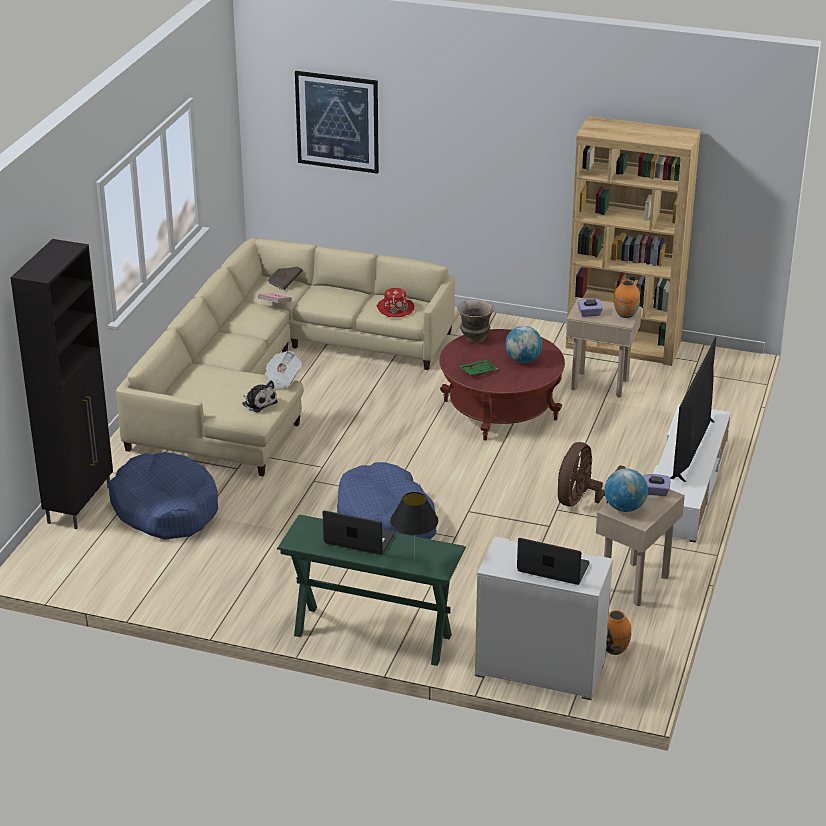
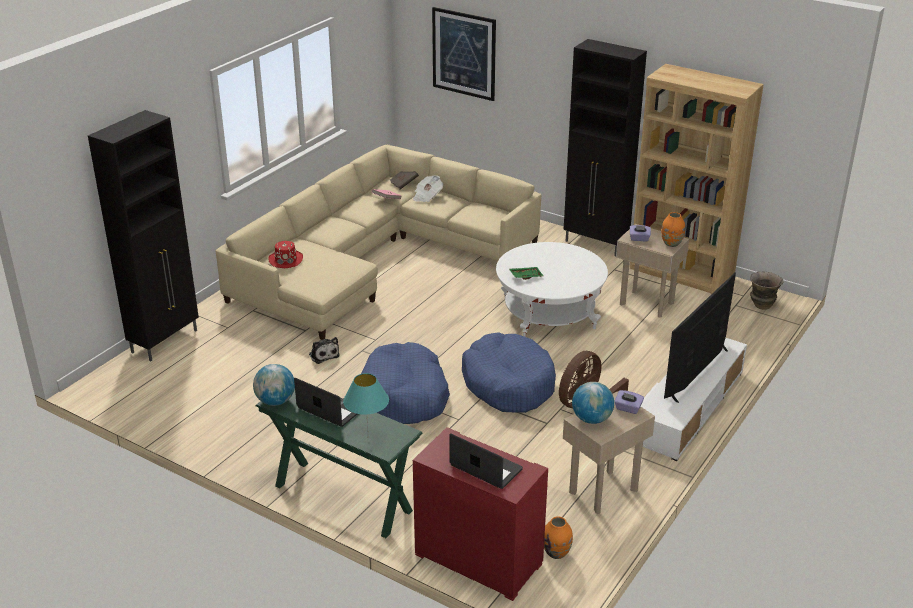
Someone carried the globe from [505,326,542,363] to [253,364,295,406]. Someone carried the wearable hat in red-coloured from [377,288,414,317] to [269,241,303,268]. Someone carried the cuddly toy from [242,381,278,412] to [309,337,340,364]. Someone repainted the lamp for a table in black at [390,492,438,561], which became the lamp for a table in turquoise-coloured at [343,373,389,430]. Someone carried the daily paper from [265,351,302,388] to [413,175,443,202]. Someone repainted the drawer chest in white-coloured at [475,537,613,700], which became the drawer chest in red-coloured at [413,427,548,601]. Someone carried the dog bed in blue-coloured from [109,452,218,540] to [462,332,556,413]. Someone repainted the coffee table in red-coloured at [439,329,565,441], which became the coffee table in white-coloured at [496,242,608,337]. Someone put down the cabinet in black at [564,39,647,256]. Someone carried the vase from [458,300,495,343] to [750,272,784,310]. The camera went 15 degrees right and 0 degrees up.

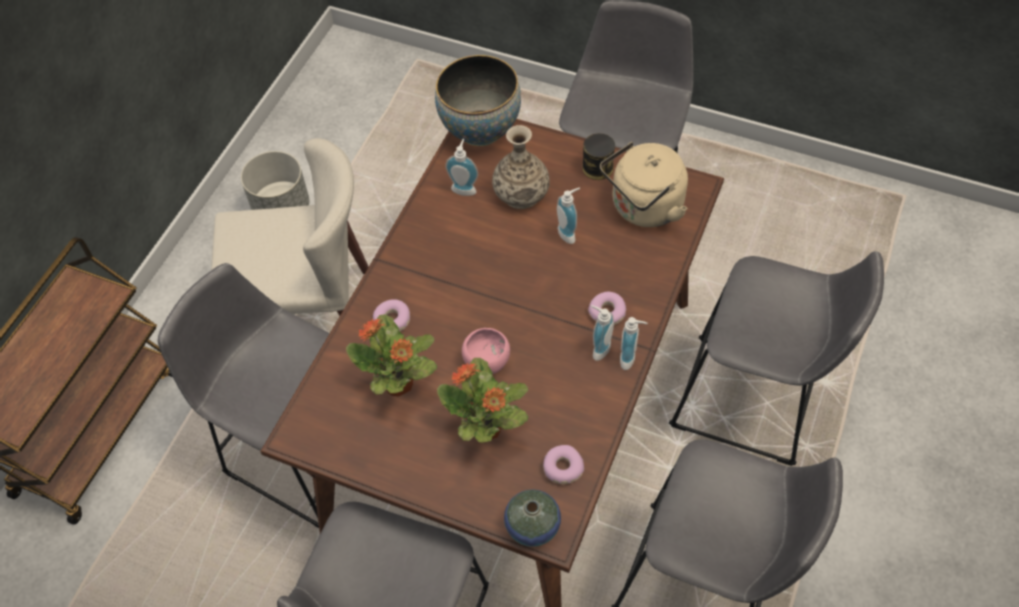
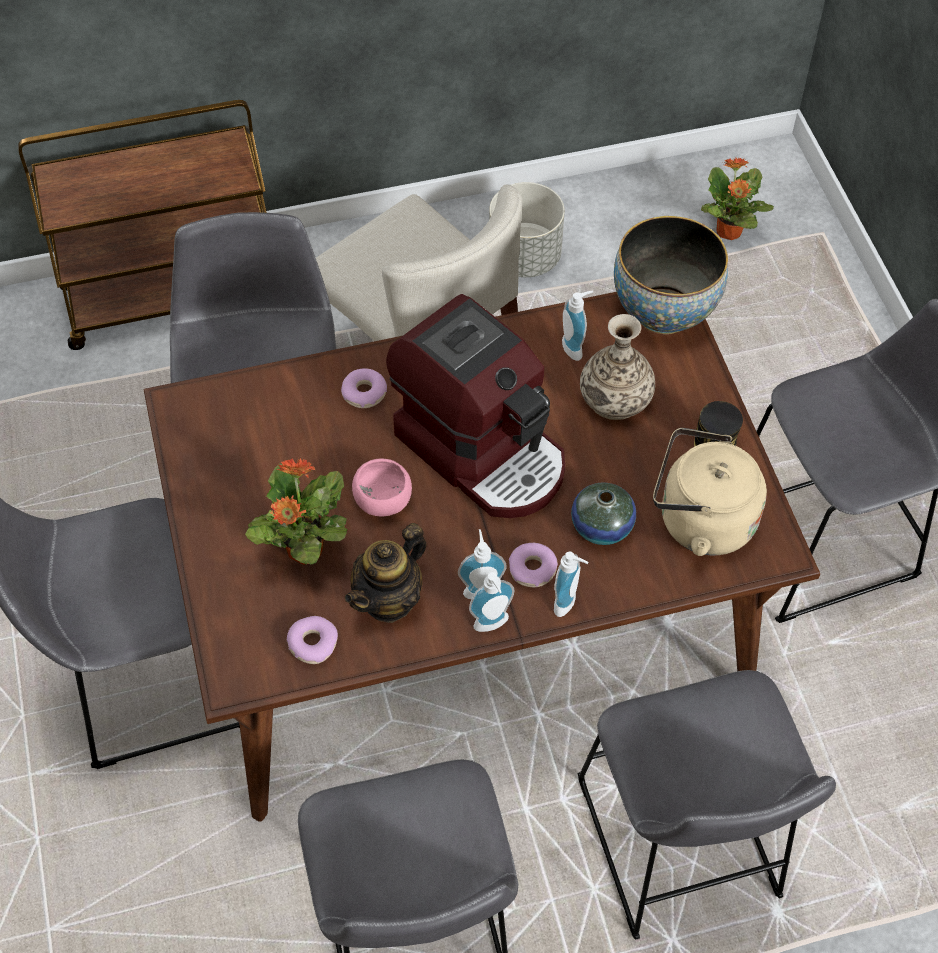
Someone put down the teapot at [345,523,427,623]. Someone put down the coffee maker at [386,294,565,518]. Someone carried the liquid soap bottle from [557,187,580,244] to [554,551,588,617]. Someone carried the vase from [504,490,561,547] to [571,483,636,545]. Someone carried the plant in a pot from [346,314,437,397] to [701,157,774,240]. The camera went 50 degrees right and 0 degrees up.

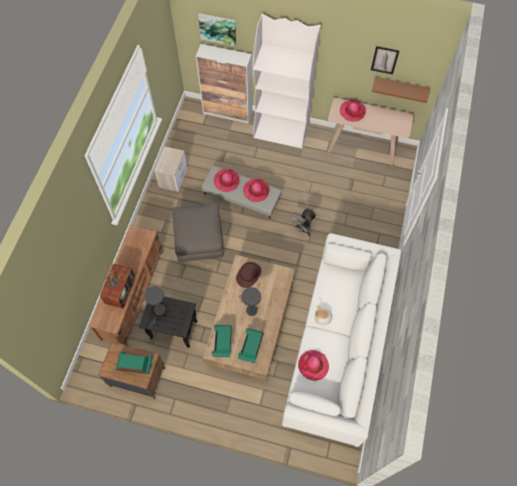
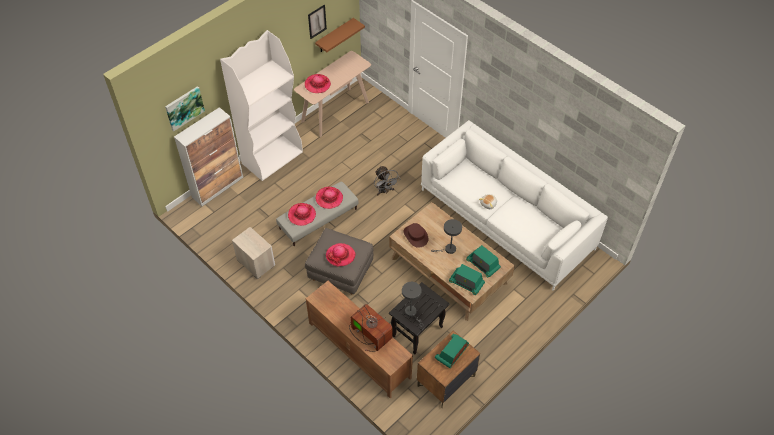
Someone carried the wearable hat from [298,350,329,381] to [326,243,355,267]. The camera went 60 degrees left and 10 degrees down.

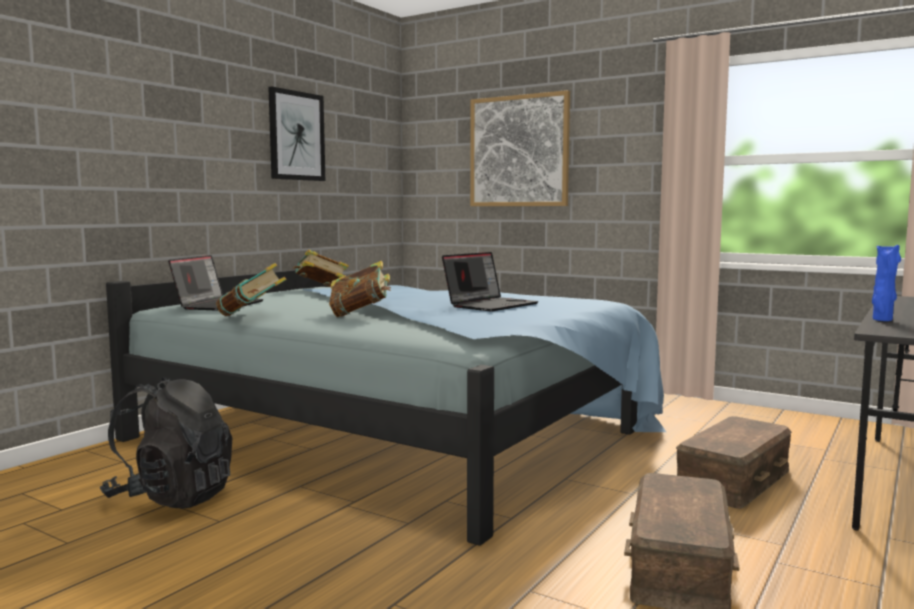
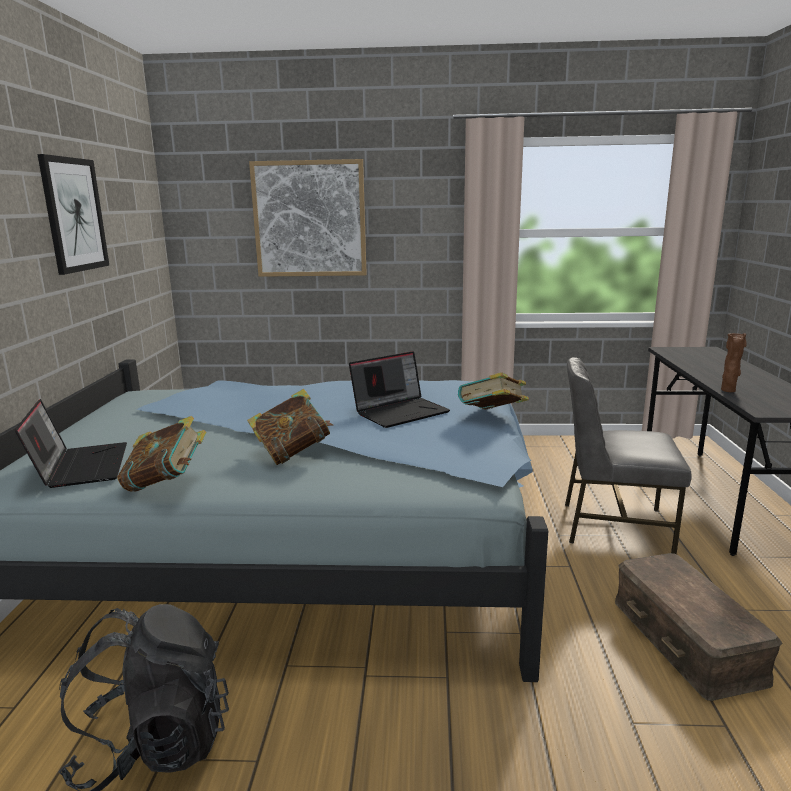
Someone rotated the notebook computer at [442,252,538,312] by 45 degrees clockwise. Someone carried the volume from [292,250,349,286] to [458,372,529,410]. Someone swapped the storage bin in brown-coloured at [676,416,792,509] for the chair in gray at [565,357,692,555]. Someone repainted the vase in blue-coloured at [872,245,901,321], which became the vase in brown-coloured at [721,333,747,392]. The camera went 30 degrees left and 10 degrees up.

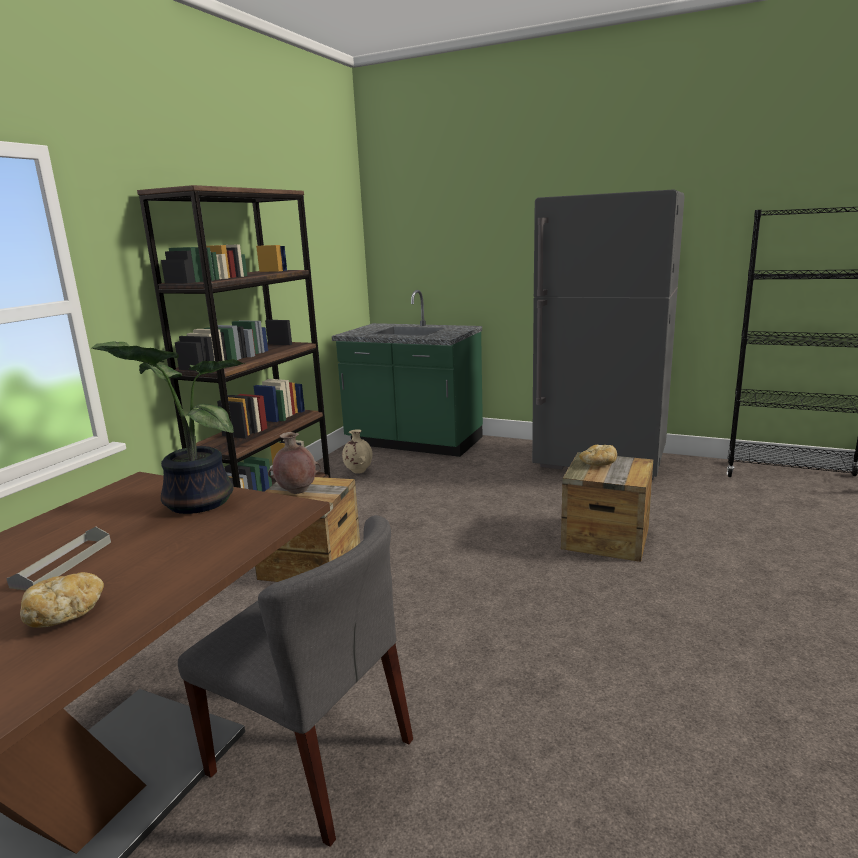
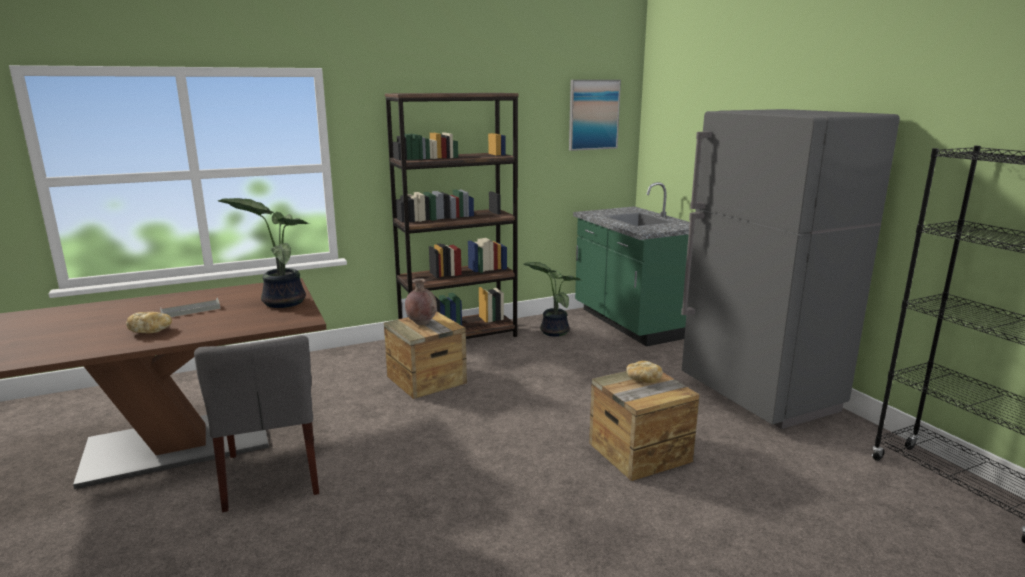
Someone swapped the vase in sand-coloured at [342,429,373,474] for the plant in a pot at [523,262,581,337]. Someone put up the picture at [569,80,621,151]. The camera went 40 degrees right and 0 degrees up.

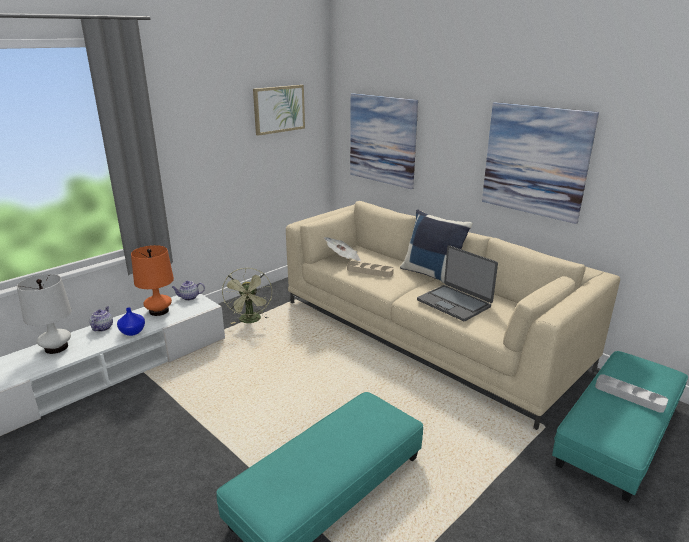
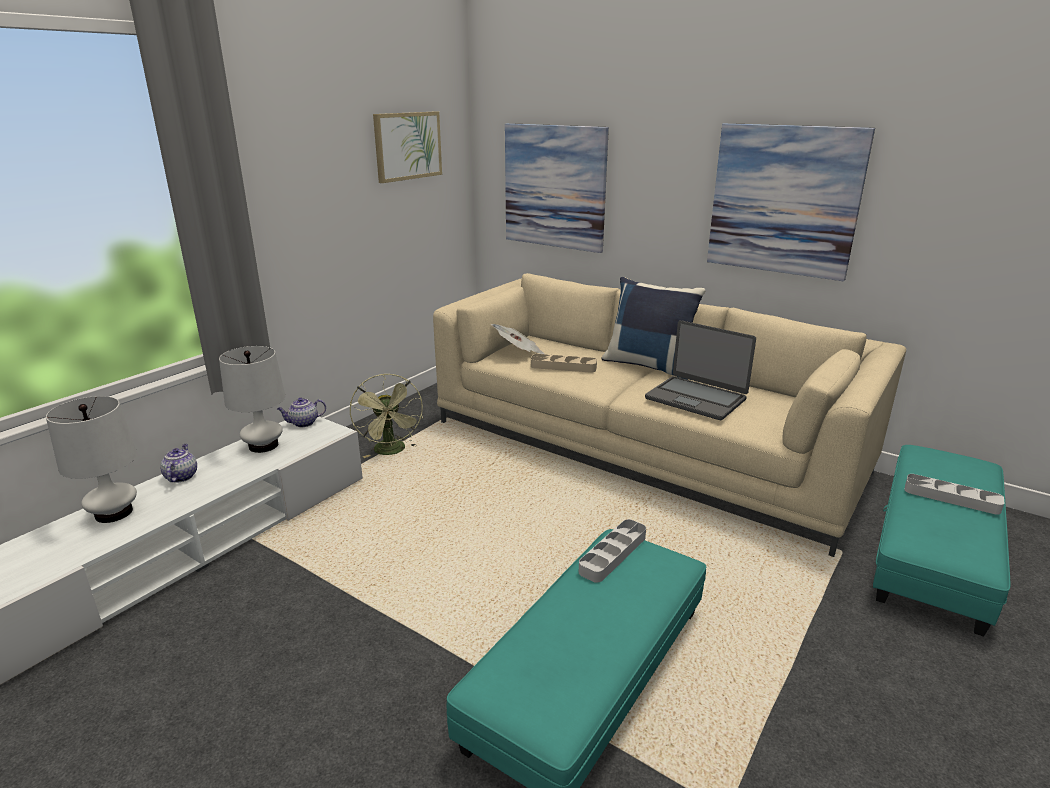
Someone repainted the lamp for a table in orange-coloured at [131,245,174,316], which became the lamp for a table in white-coloured at [219,346,285,453]. Someone put down the tray in gray at [579,519,646,583]. Someone took away the vase in blue-coloured at [117,307,145,336]. The camera went 10 degrees left and 0 degrees up.

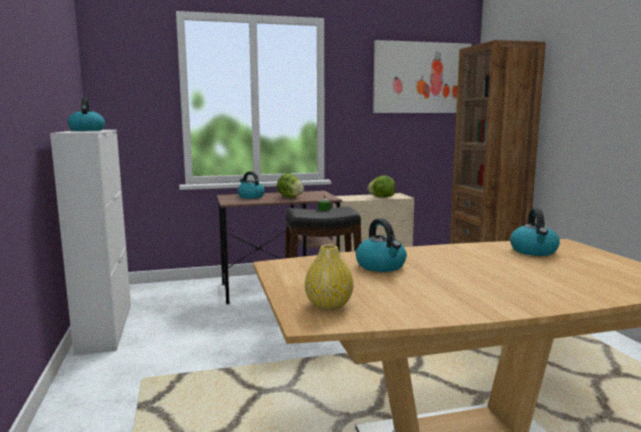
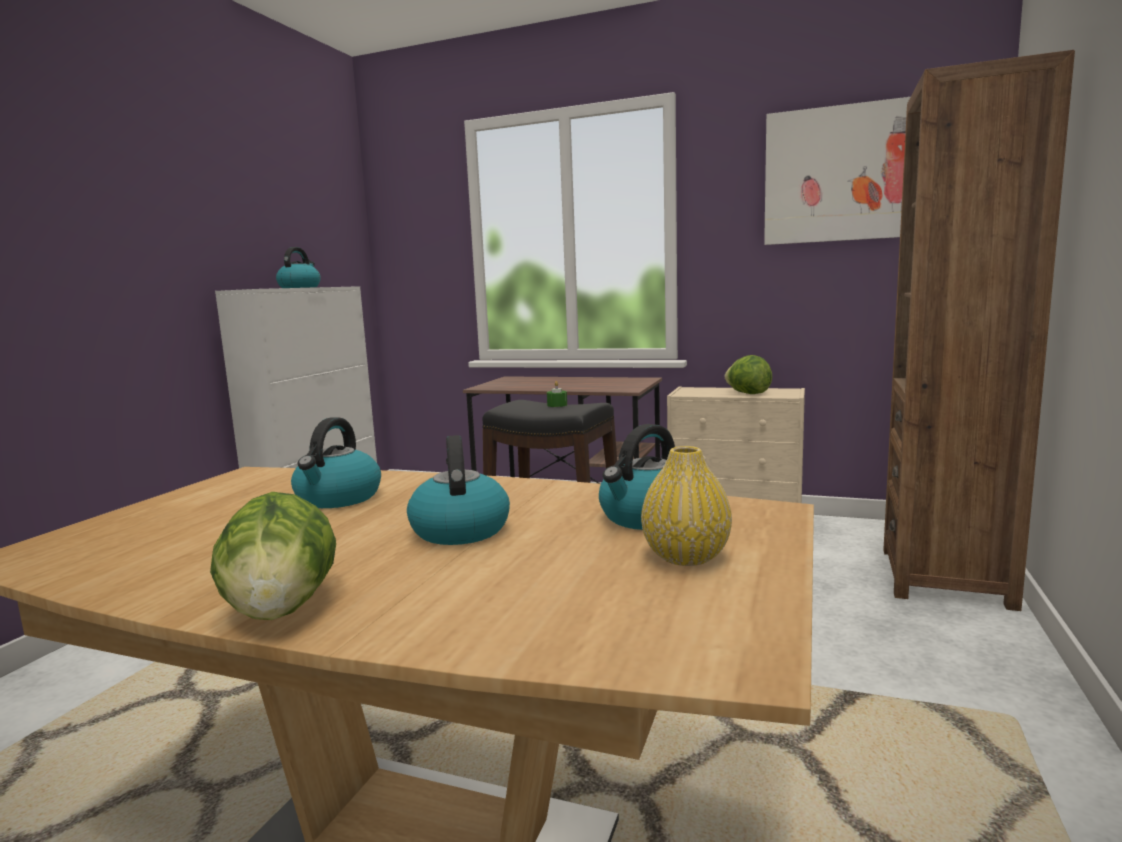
Someone carried the lettuce from [277,173,304,198] to [210,492,336,620]. Someone carried the kettle from [238,171,265,199] to [407,435,510,545]. Someone carried the vase in yellow from [305,245,354,310] to [641,446,732,566]. The camera went 35 degrees right and 0 degrees up.

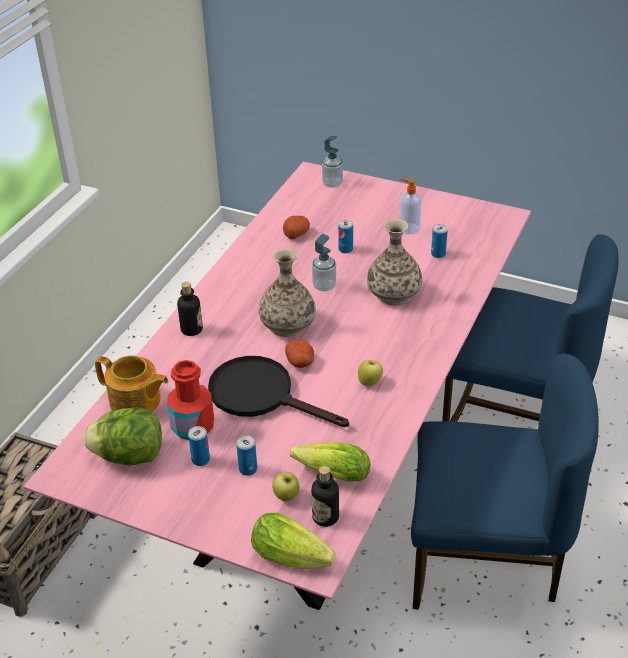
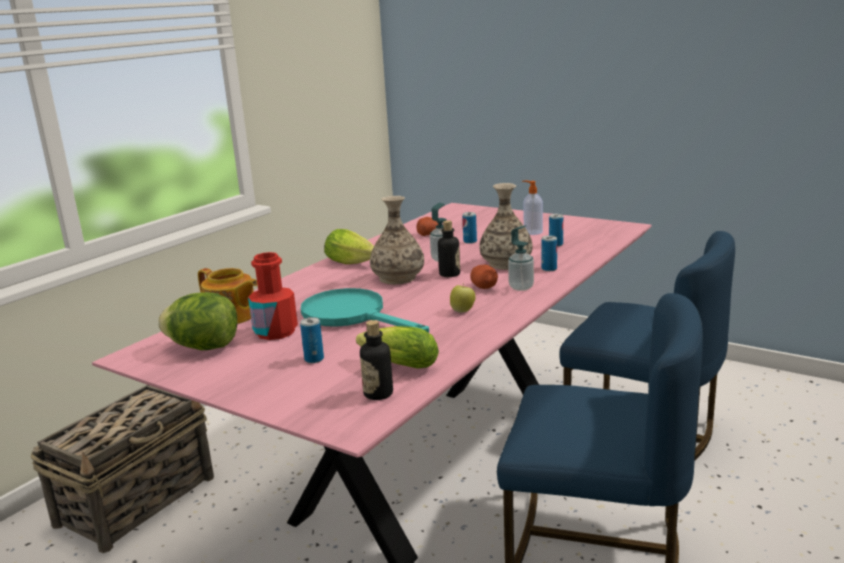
Someone repainted the frying pan in black at [208,356,349,427], which became the frying pan in turquoise-coloured at [301,288,429,333]. Someone carried the lettuce from [251,513,336,569] to [324,229,374,264]. Someone carried the beverage bottle from [177,282,203,336] to [438,220,460,277]. Someone carried the spud from [285,339,314,368] to [470,265,498,289]. Someone carried the liquid soap bottle from [322,136,343,188] to [508,225,534,291]. Someone carried the sealed can from [188,426,210,466] to [542,236,557,271]. Someone took away the apple at [272,472,300,502]. The camera went 10 degrees right and 20 degrees down.

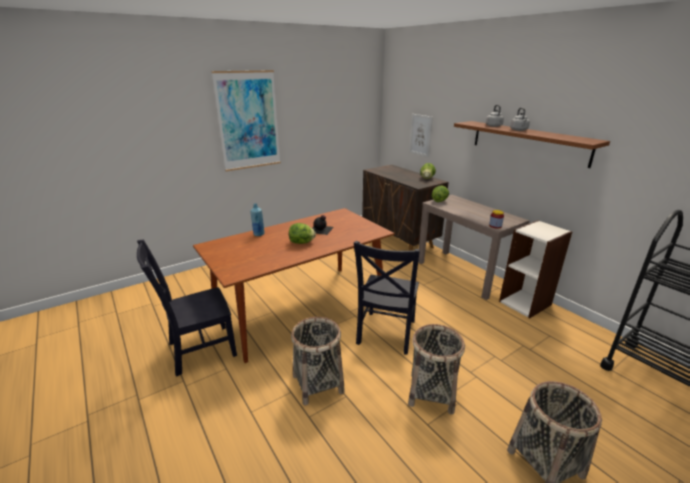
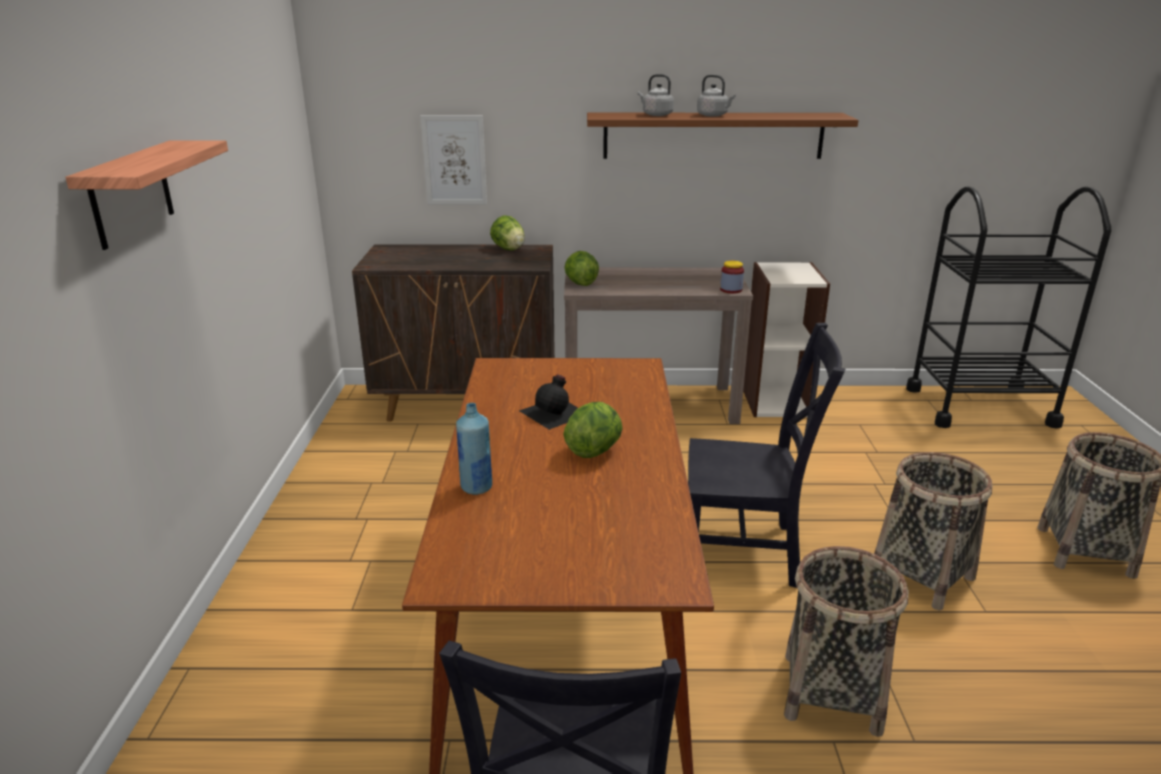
Someone swapped the picture at [211,70,281,171] for the bracket shelf at [65,140,228,250]. Someone rotated the chair in black at [354,241,420,354] by 45 degrees counterclockwise. The camera went 55 degrees left and 0 degrees up.

